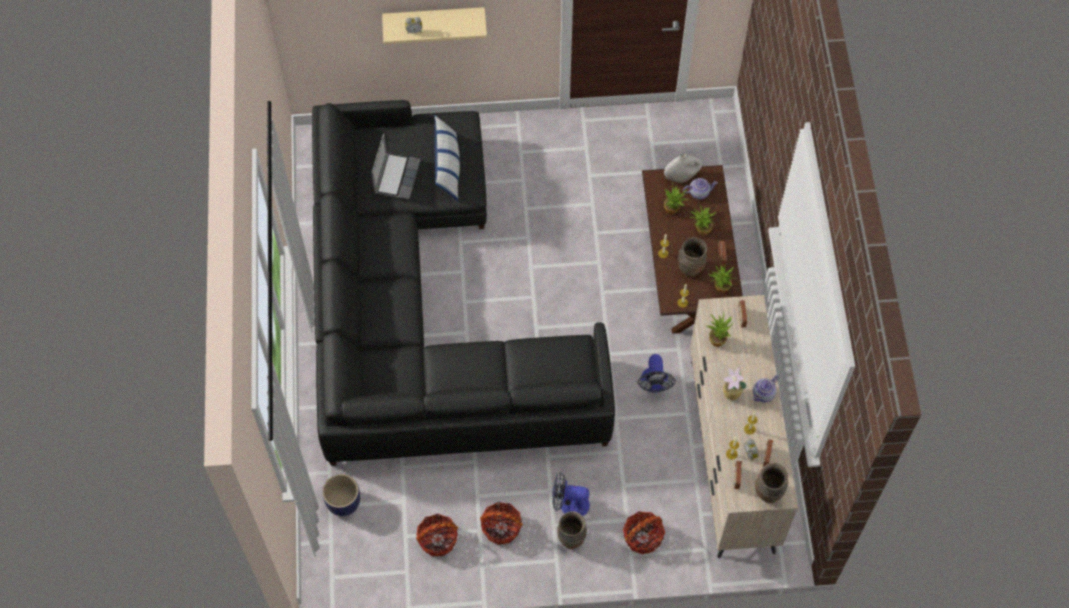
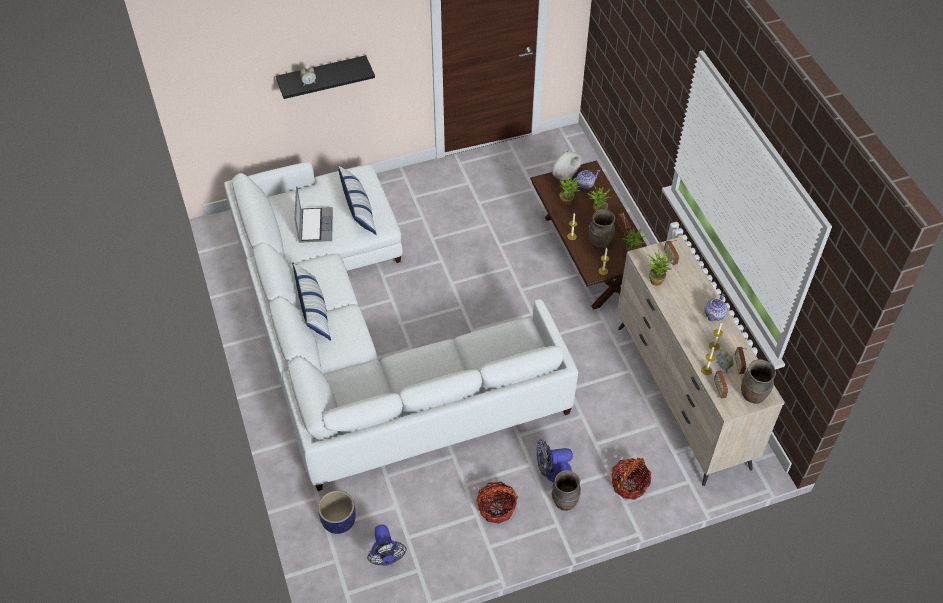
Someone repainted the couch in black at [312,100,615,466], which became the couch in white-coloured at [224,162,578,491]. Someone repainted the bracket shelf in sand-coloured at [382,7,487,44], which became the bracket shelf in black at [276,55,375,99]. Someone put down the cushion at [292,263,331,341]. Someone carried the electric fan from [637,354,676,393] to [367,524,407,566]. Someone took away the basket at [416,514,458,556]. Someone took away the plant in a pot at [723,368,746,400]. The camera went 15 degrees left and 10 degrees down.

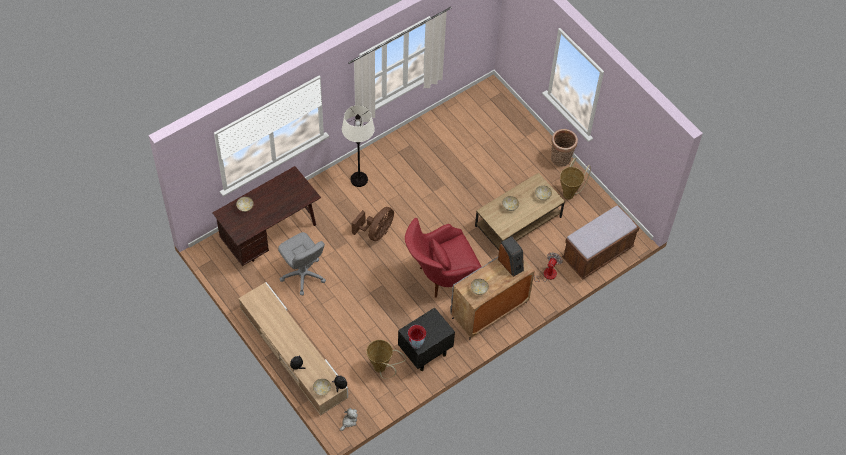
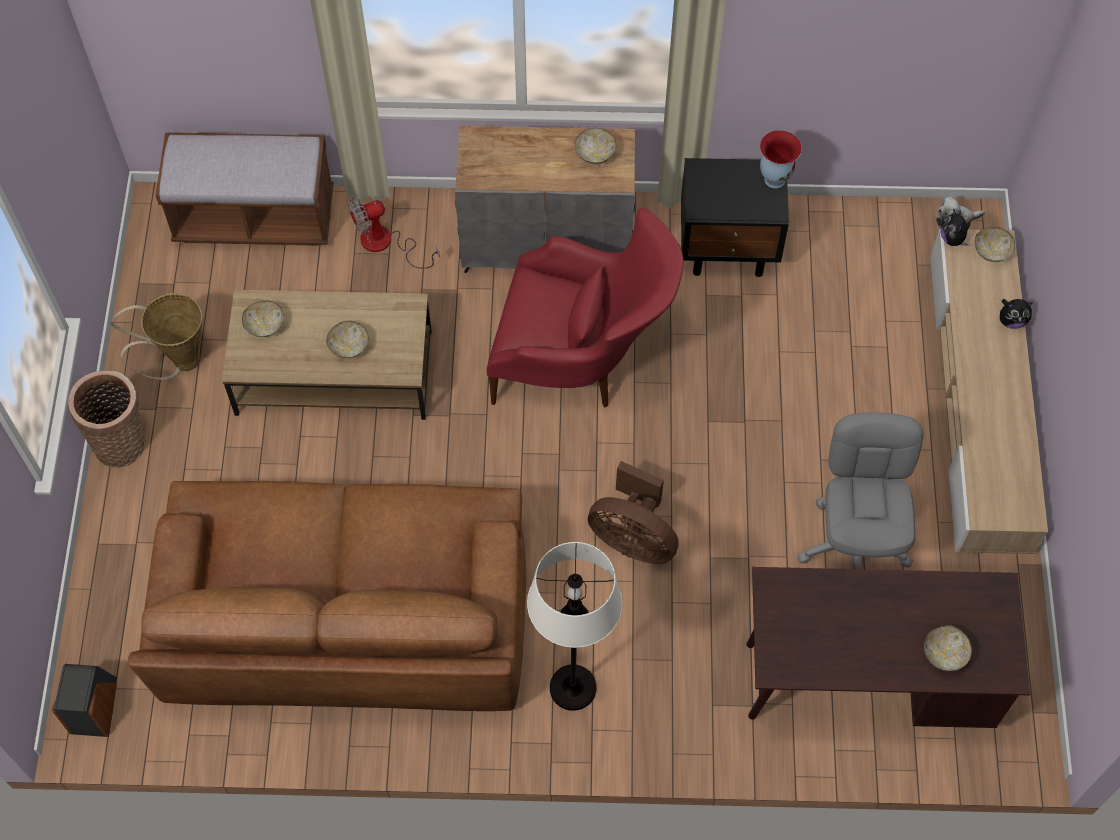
Someone carried the speaker from [498,236,524,277] to [52,664,117,737]. Someone put down the couch in brown-coloured at [128,481,526,711]. Someone rotated the electric fan in brown-coloured at [352,207,394,241] by 135 degrees counterclockwise. Someone took away the basket at [366,340,406,379]. The camera went 140 degrees left and 5 degrees up.

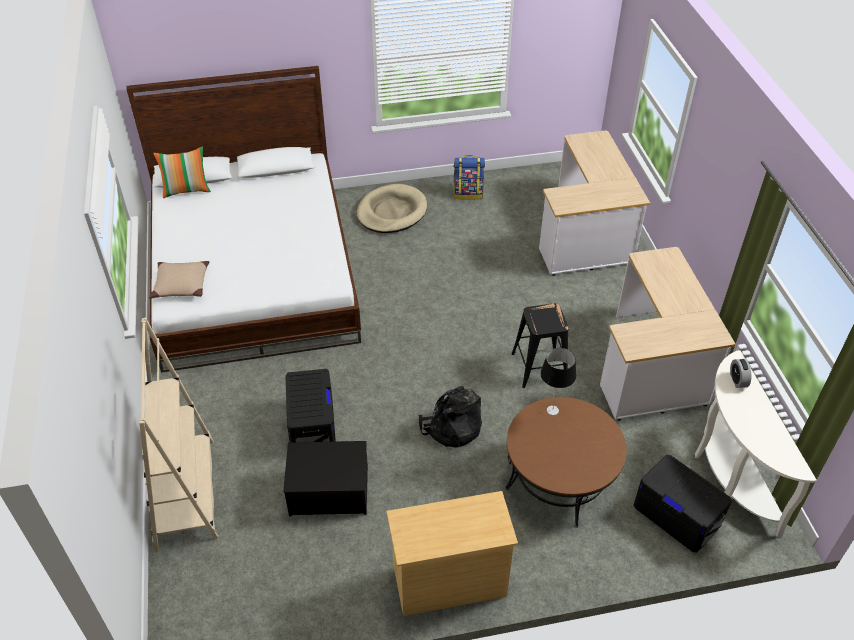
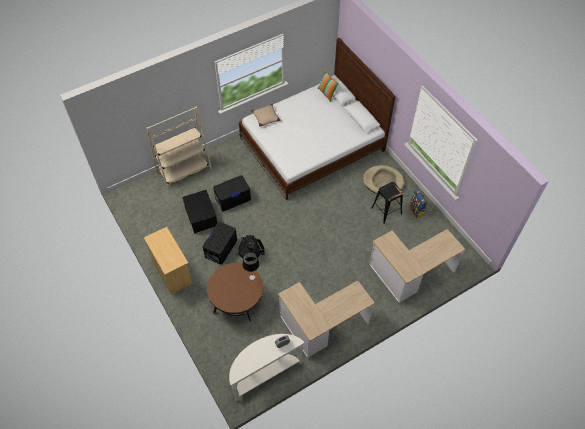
Someone carried the storage bin in black from [634,454,732,553] to [203,221,237,264]. Someone carried the stool seat in black from [511,303,569,388] to [371,182,403,224]. The camera went 70 degrees right and 10 degrees up.

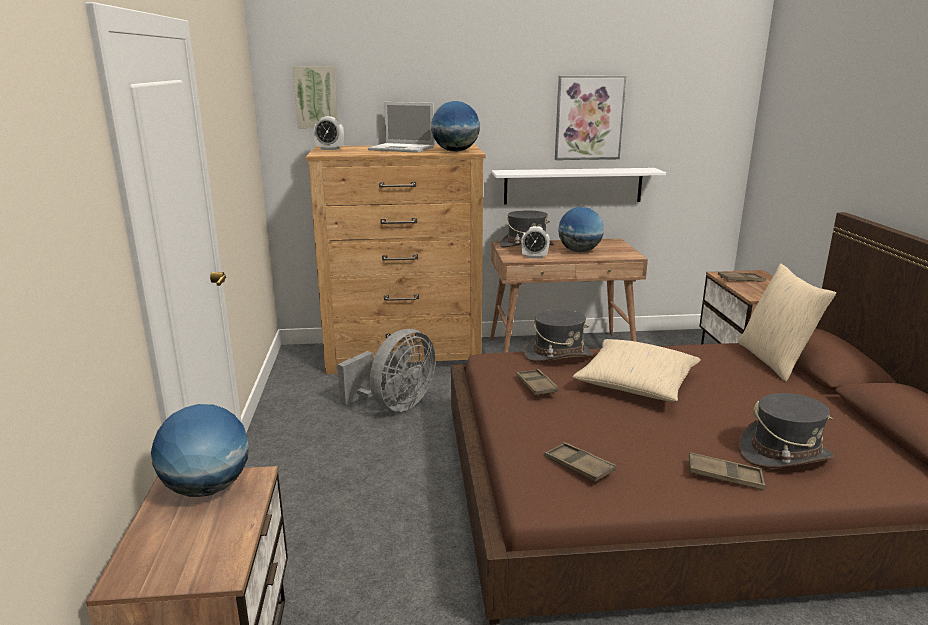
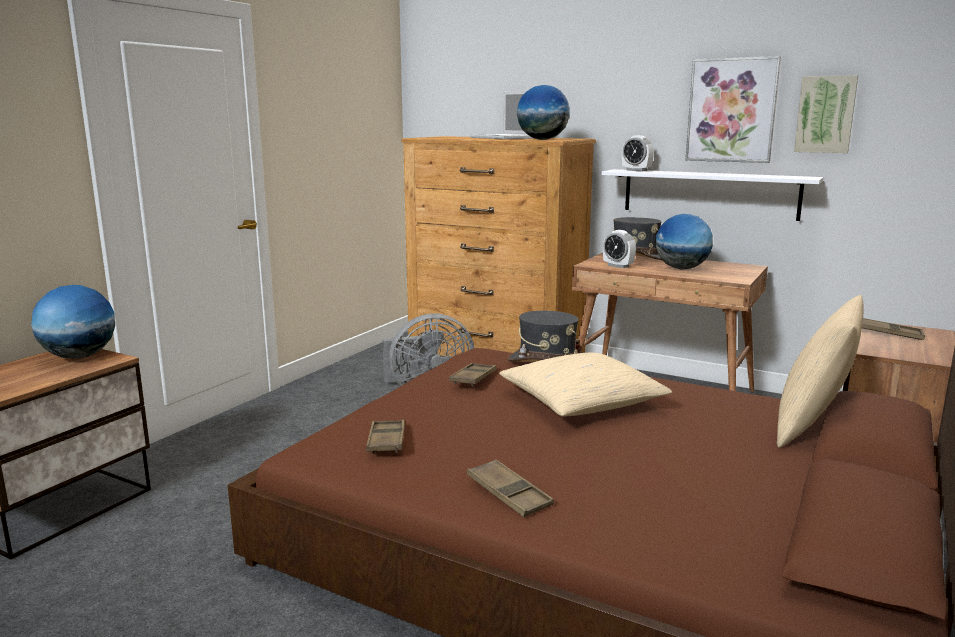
Someone carried the table clock from [314,116,344,150] to [622,135,654,171]. Someone carried the picture from [293,66,338,128] to [794,75,858,153]. Someone took away the wearable hat in gray at [739,393,834,468]. The camera went 35 degrees right and 5 degrees down.

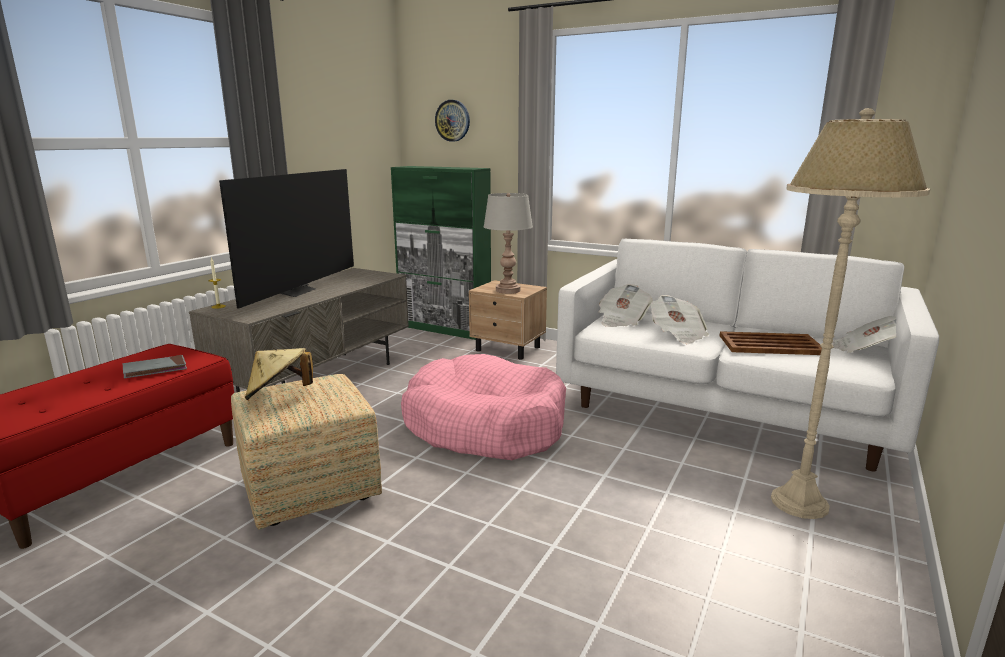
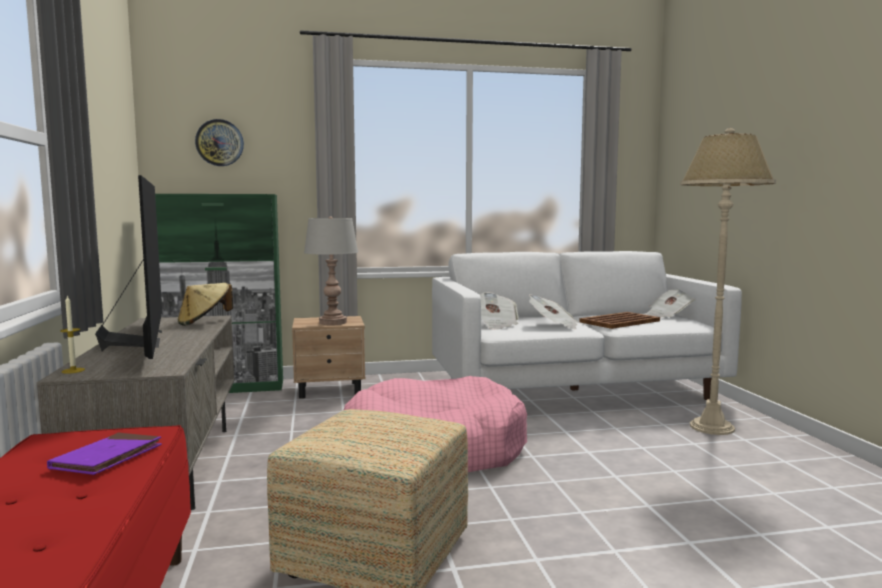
Someone repainted the volume in gray at [123,355,187,378], which became the volume in purplish at [47,433,162,475]. Someone carried the wearable hat in sand-coloured from [245,348,313,400] to [178,283,233,326]. The camera went 40 degrees left and 10 degrees down.

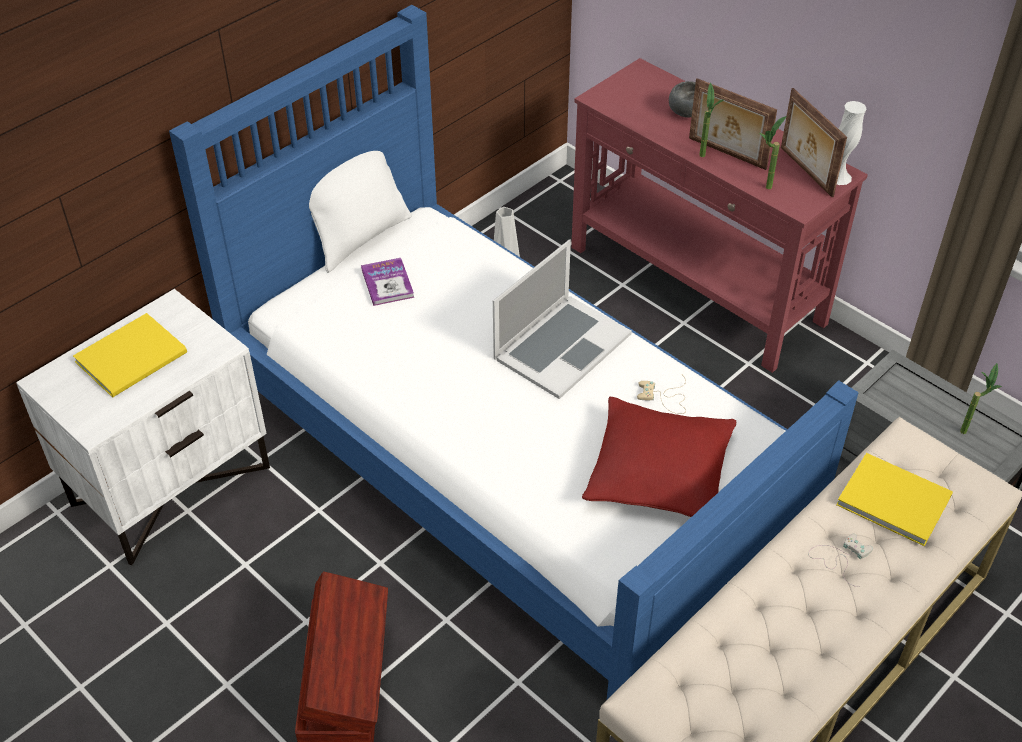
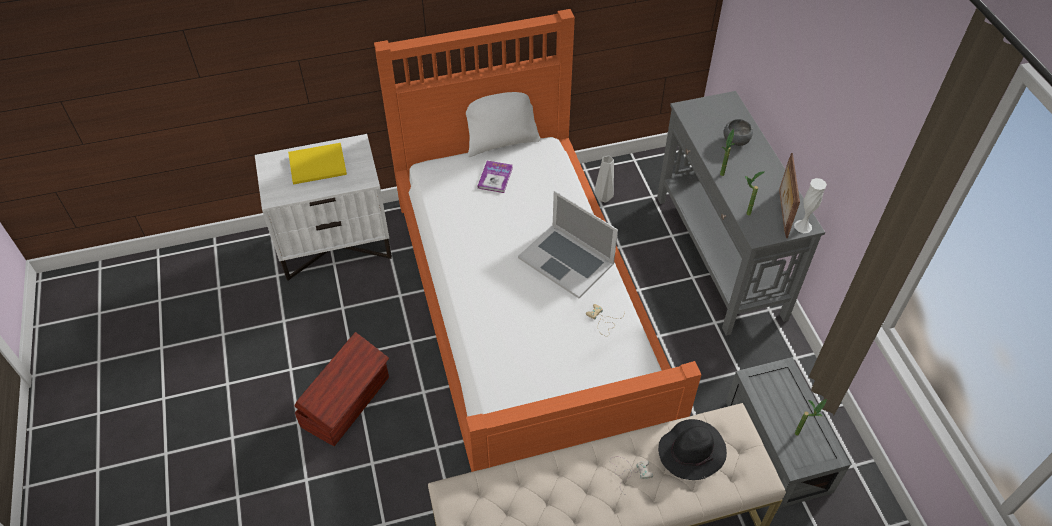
Someone repainted the bedroom bed in blue-coloured at [169,5,859,699], which became the bedroom bed in orange-coloured at [374,9,701,472]. Someone rotated the notebook computer at [493,239,632,399] by 60 degrees clockwise. Someone repainted the console table in red-coloured at [571,58,868,373], which became the console table in gray at [657,91,825,336]. Someone swapped the volume in yellow at [836,453,953,546] for the wearable hat in black at [658,419,727,480]. Someone took away the cushion in red-coloured at [582,397,736,517]. Someone took away the standing frame at [689,78,777,170]. The camera went 30 degrees right and 5 degrees up.

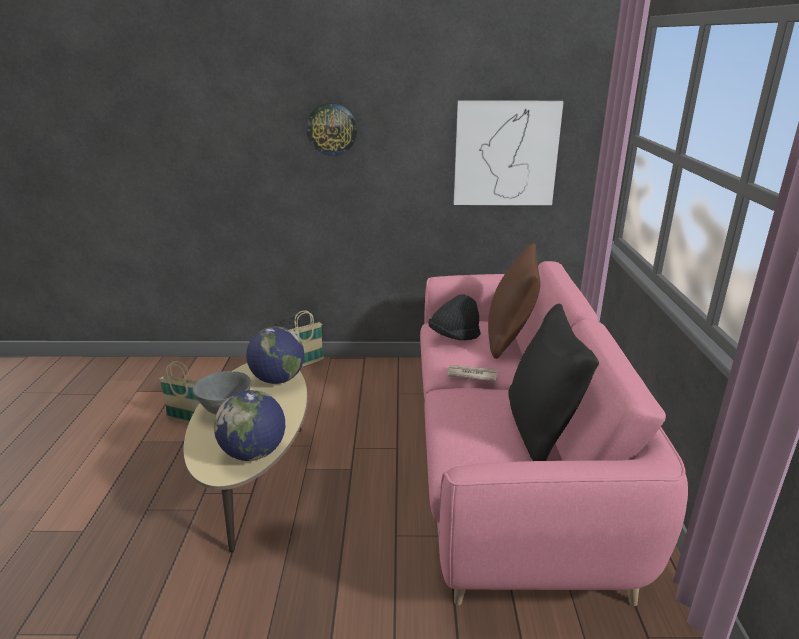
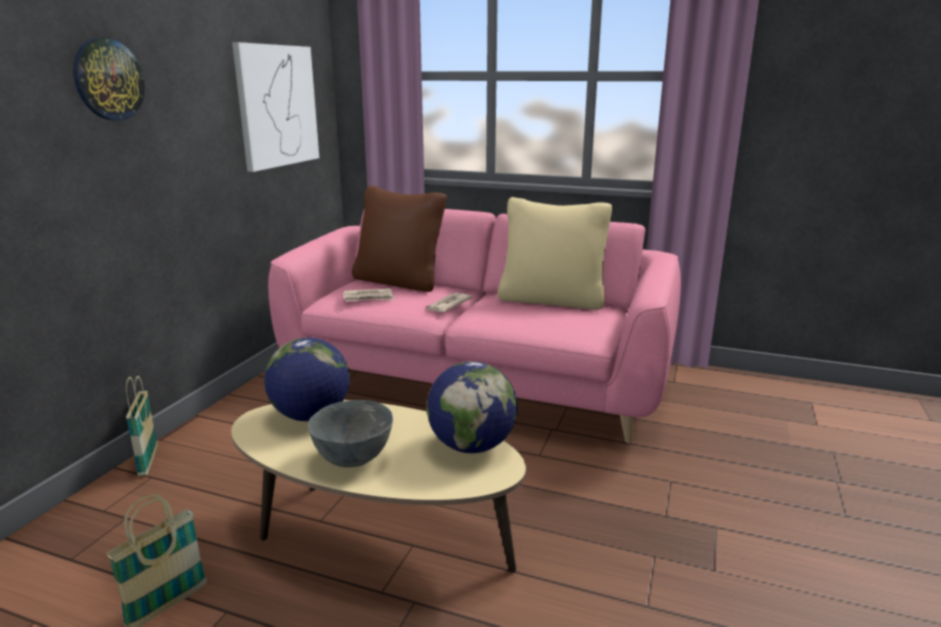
Someone swapped the wearable hat in black at [429,294,480,341] for the daily paper at [344,288,395,301]. Someone repainted the cushion in black at [508,304,599,461], which became the cushion in sand-coloured at [497,197,612,310]. The camera went 70 degrees left and 5 degrees down.

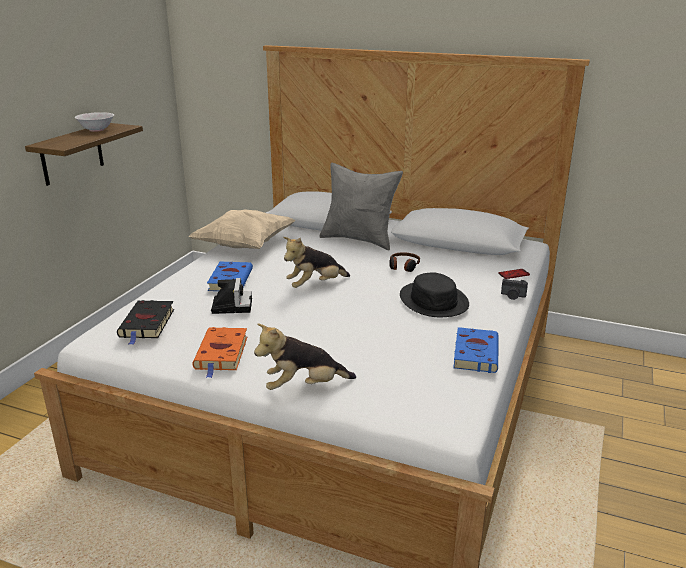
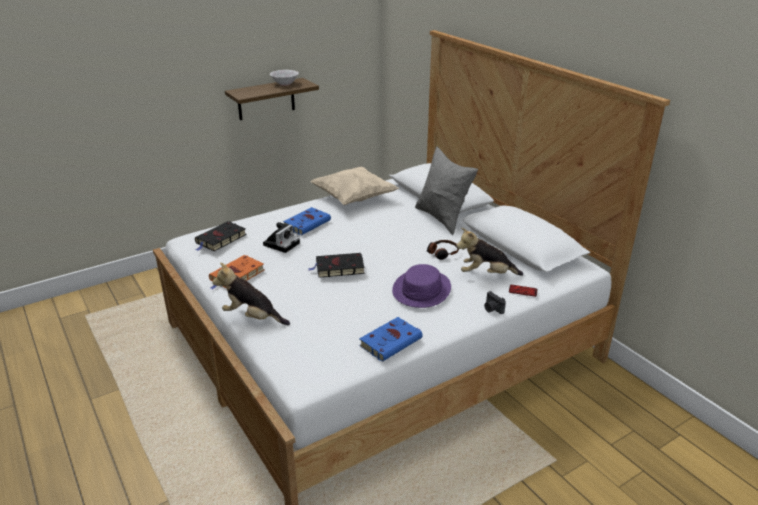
Someone put down the volume in black at [308,253,365,278]. Someone repainted the wearable hat in black at [400,273,469,317], which became the wearable hat in purplish at [392,264,451,308]. Someone carried the cuddly toy from [283,237,350,288] to [456,228,523,276]. The camera went 35 degrees right and 5 degrees up.

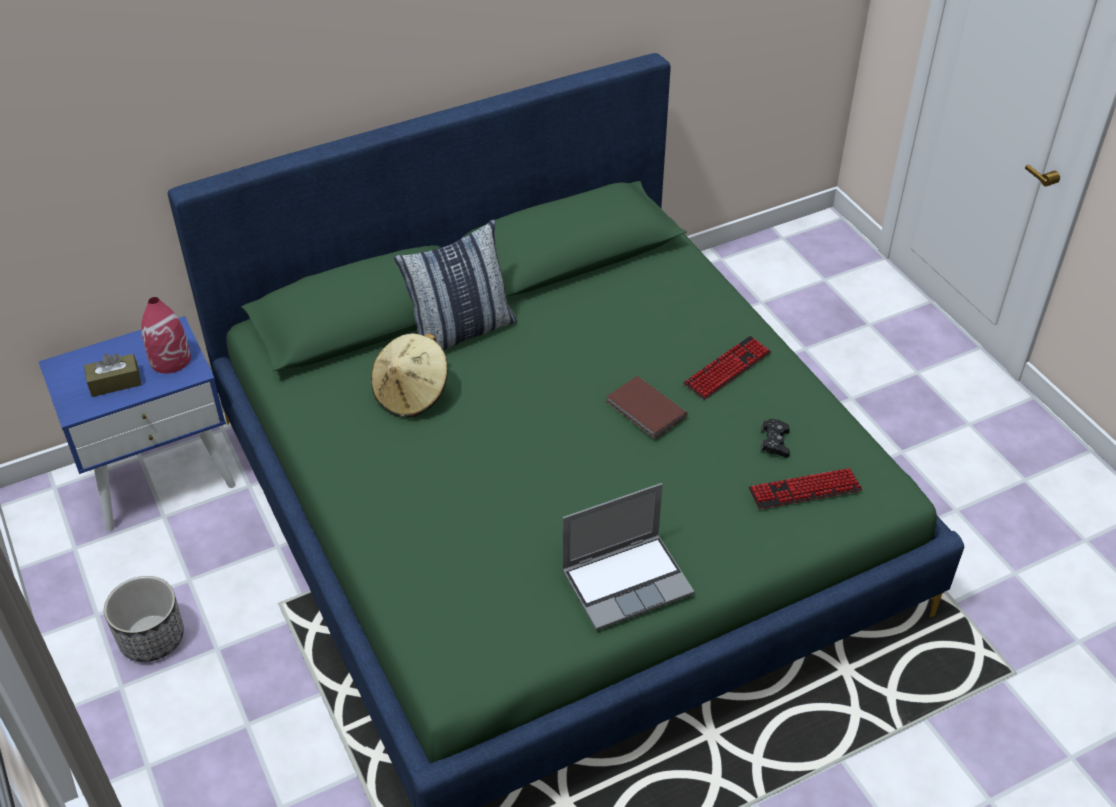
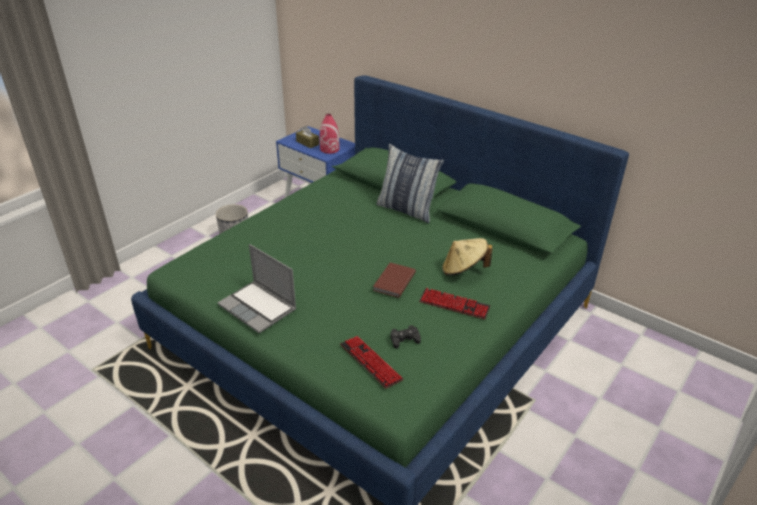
Someone carried the wearable hat in sand-coloured from [371,333,448,418] to [442,238,492,276]. The camera went 65 degrees right and 10 degrees down.

